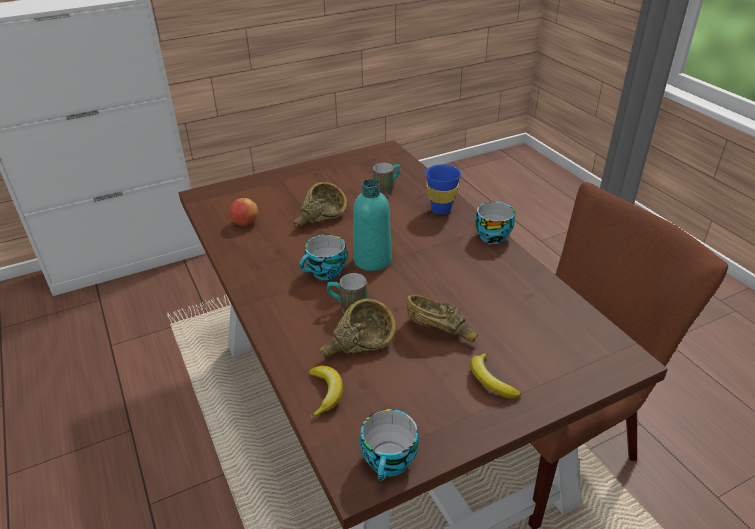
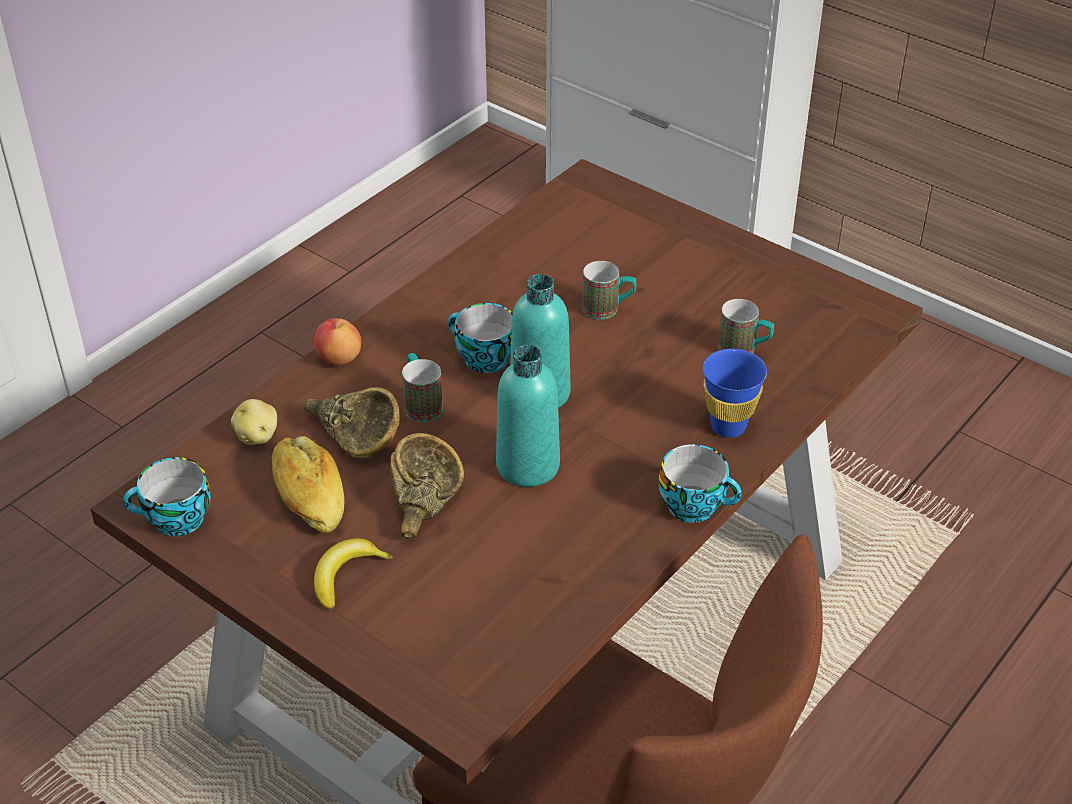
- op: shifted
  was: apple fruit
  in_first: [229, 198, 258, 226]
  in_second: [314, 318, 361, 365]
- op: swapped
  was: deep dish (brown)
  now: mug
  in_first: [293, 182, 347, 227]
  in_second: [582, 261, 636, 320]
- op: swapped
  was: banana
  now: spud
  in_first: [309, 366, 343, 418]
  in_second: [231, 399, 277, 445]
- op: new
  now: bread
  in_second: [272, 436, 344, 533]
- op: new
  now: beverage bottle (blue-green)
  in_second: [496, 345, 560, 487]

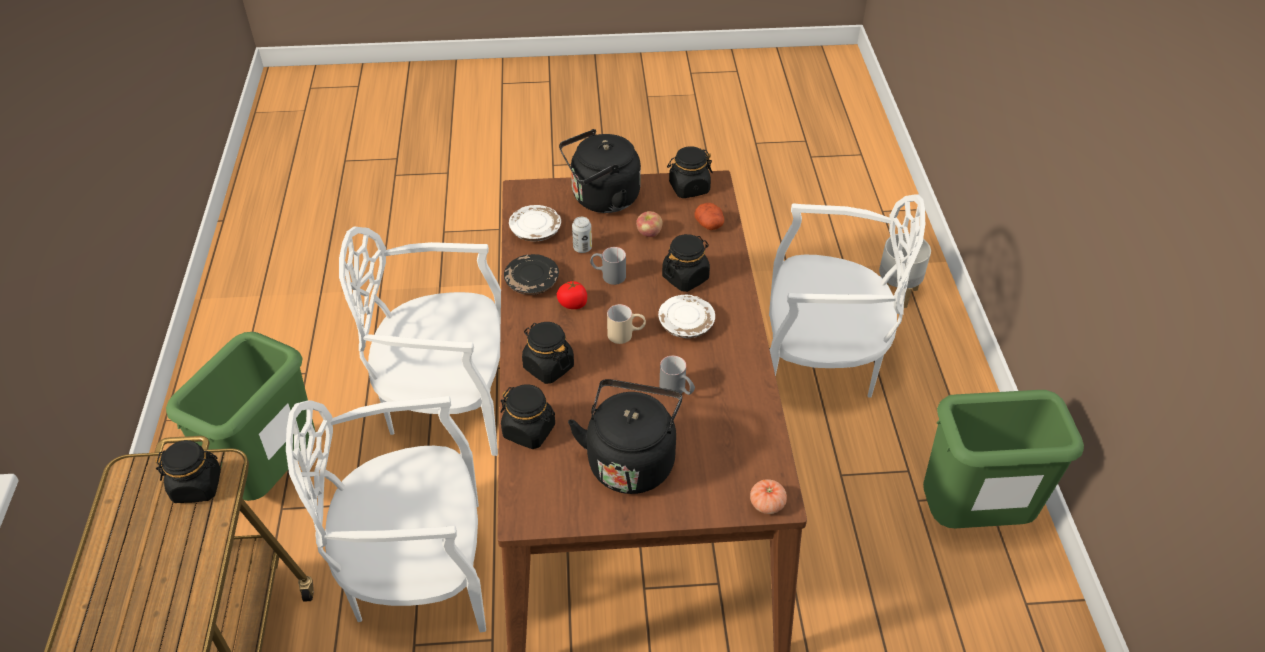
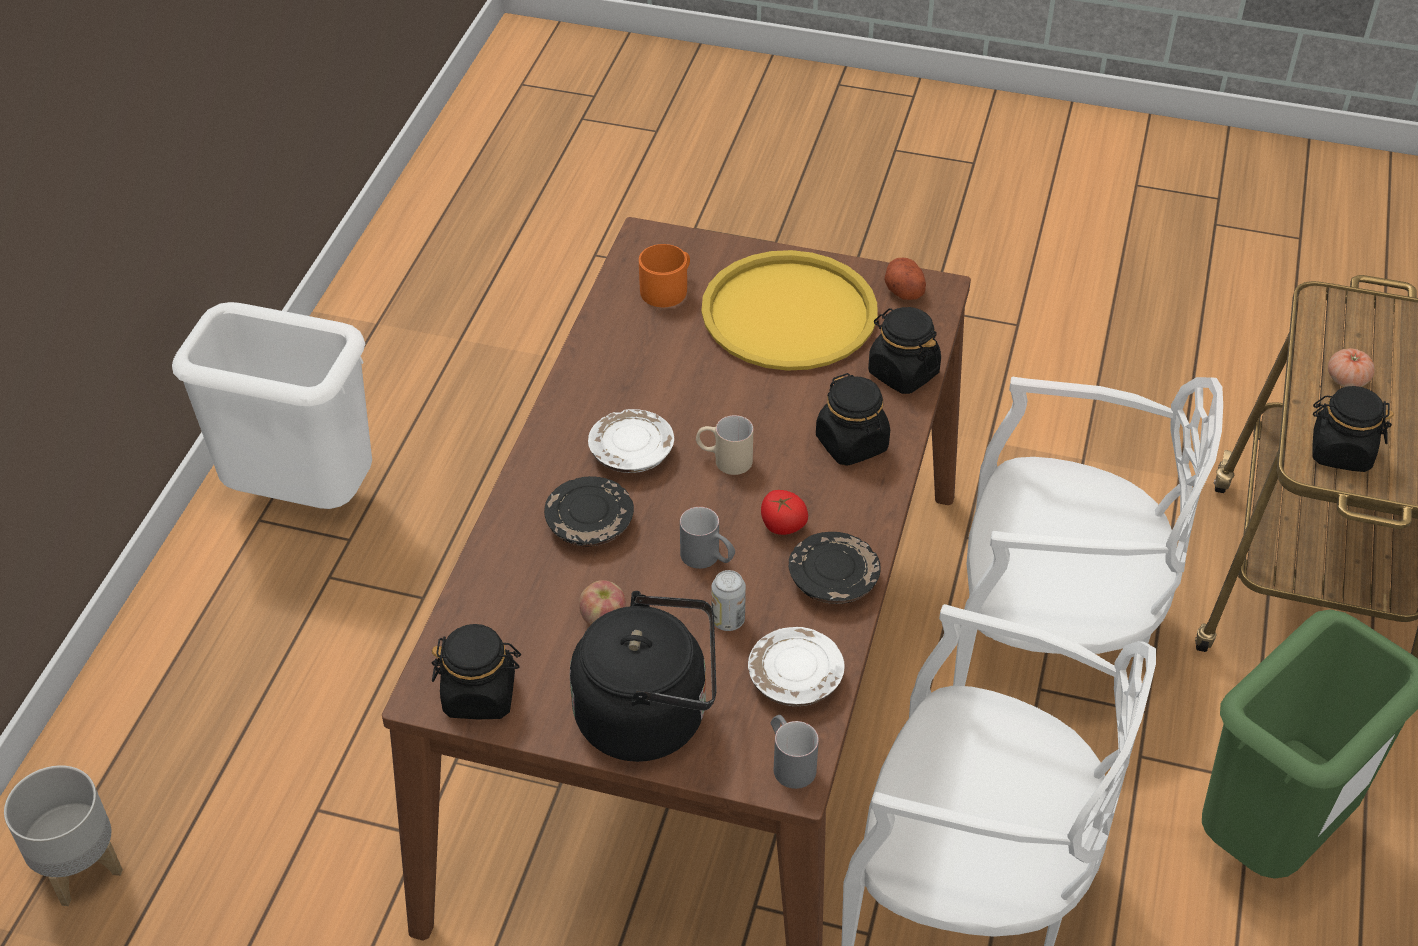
- op: swapped
  was: kettle (black)
  now: serving tray (yellow-coloured)
  in_first: [568, 379, 682, 494]
  in_second: [701, 250, 877, 371]
- op: shifted
  was: mug (gray)
  in_first: [659, 356, 695, 397]
  in_second: [771, 715, 819, 789]
- op: swapped
  was: preserve jar (black)
  now: dinner plate (black)
  in_first: [662, 234, 710, 292]
  in_second: [544, 476, 634, 546]
- op: shifted
  was: spud
  in_first: [694, 203, 724, 230]
  in_second: [884, 258, 926, 300]
- op: shifted
  was: whole tomato
  in_first: [750, 479, 787, 514]
  in_second: [1328, 348, 1375, 387]
- op: gone
  was: plain chair (white)
  in_first: [769, 195, 925, 398]
- op: repainted
  was: waste bin (greenish)
  now: waste bin (white)
  in_first: [923, 390, 1084, 528]
  in_second: [172, 302, 372, 509]
- op: new
  now: mug (orange)
  in_second: [639, 244, 690, 307]

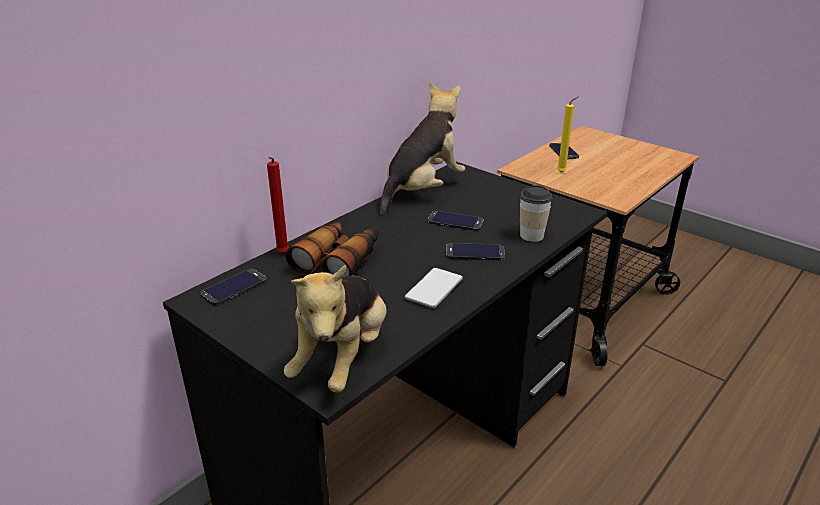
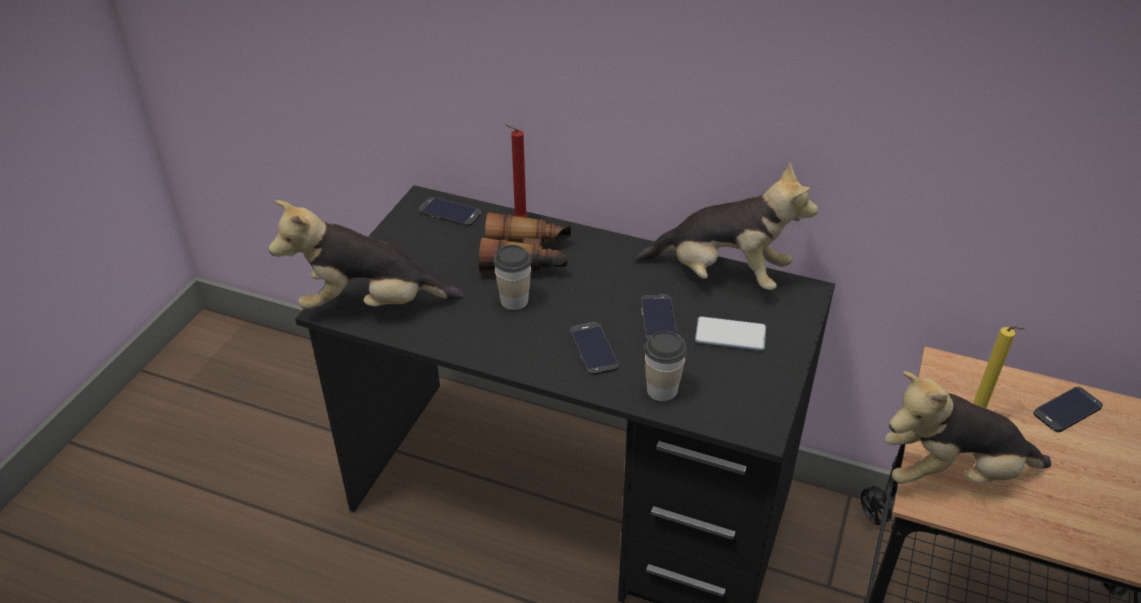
- op: shifted
  was: telephone
  in_first: [405, 268, 463, 308]
  in_second: [695, 316, 766, 351]
- op: new
  now: small cup
  in_second: [493, 245, 532, 310]
- op: new
  now: plush toy
  in_second: [885, 371, 1051, 484]

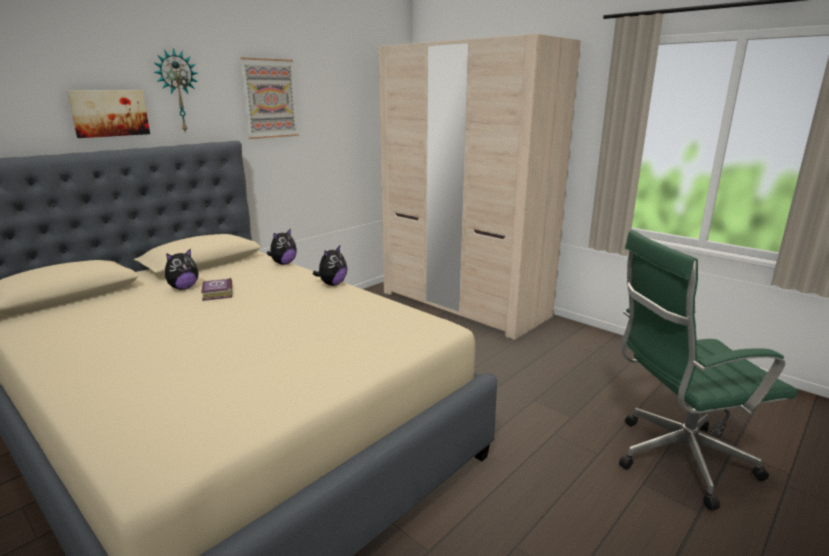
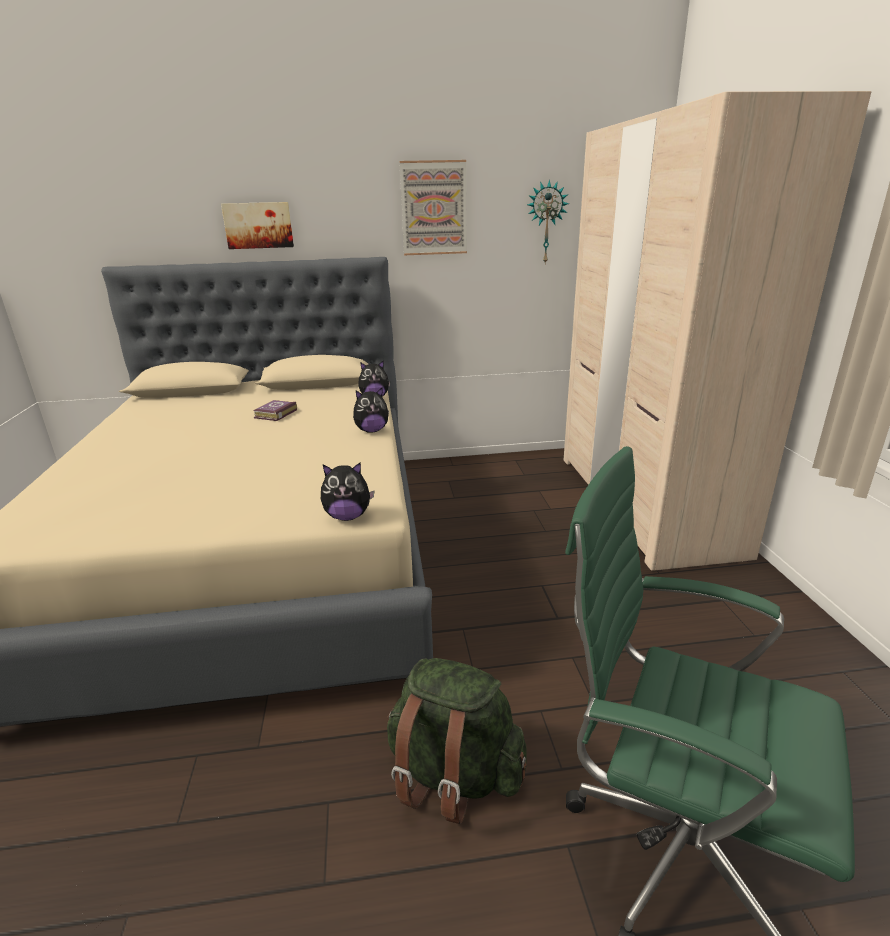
- op: shifted
  was: clock on the wall
  in_first: [154, 48, 198, 134]
  in_second: [527, 179, 569, 263]
- op: shifted
  was: plush toy
  in_first: [165, 249, 199, 290]
  in_second: [321, 463, 375, 521]
- op: new
  now: knapsack (greenish)
  in_second: [387, 658, 527, 824]

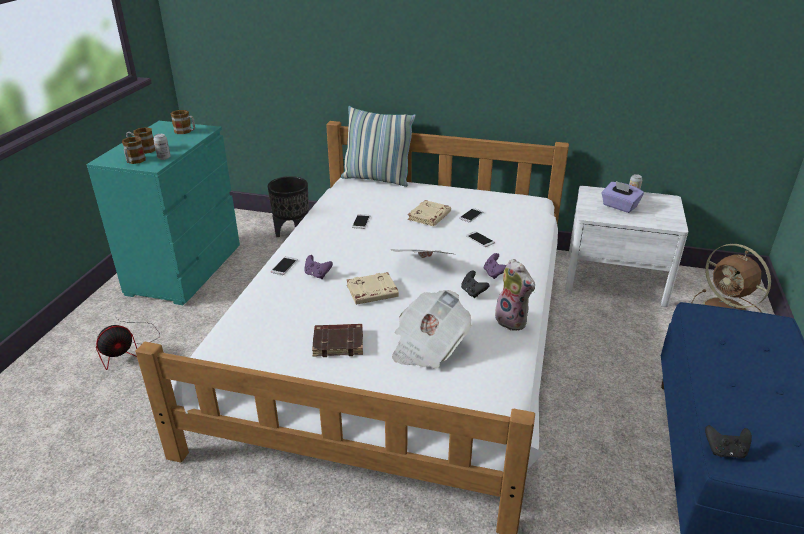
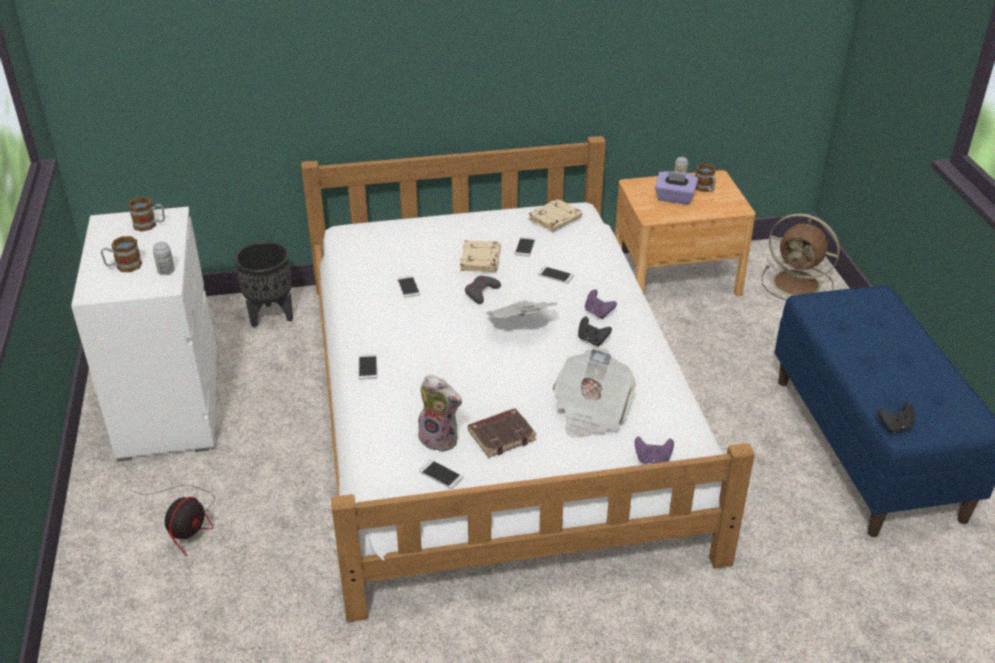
- op: repainted
  was: dresser (blue-green)
  now: dresser (white)
  in_first: [86, 121, 240, 305]
  in_second: [71, 207, 217, 462]
- op: shifted
  was: mug
  in_first: [122, 137, 146, 164]
  in_second: [695, 164, 716, 192]
- op: shifted
  was: gamepad (purple-coloured)
  in_first: [304, 255, 333, 279]
  in_second: [635, 436, 674, 464]
- op: gone
  was: pillow
  in_first: [341, 106, 416, 187]
- op: shifted
  was: volume (sand-coloured)
  in_first: [347, 272, 399, 305]
  in_second: [529, 199, 582, 232]
- op: shifted
  was: plush toy
  in_first: [495, 259, 535, 331]
  in_second: [418, 375, 462, 452]
- op: repainted
  was: nightstand (white)
  now: nightstand (brown)
  in_first: [565, 186, 688, 307]
  in_second: [615, 170, 756, 296]
- op: new
  now: telephone
  in_second: [419, 460, 463, 489]
- op: new
  now: gamepad (gray)
  in_second: [465, 276, 501, 304]

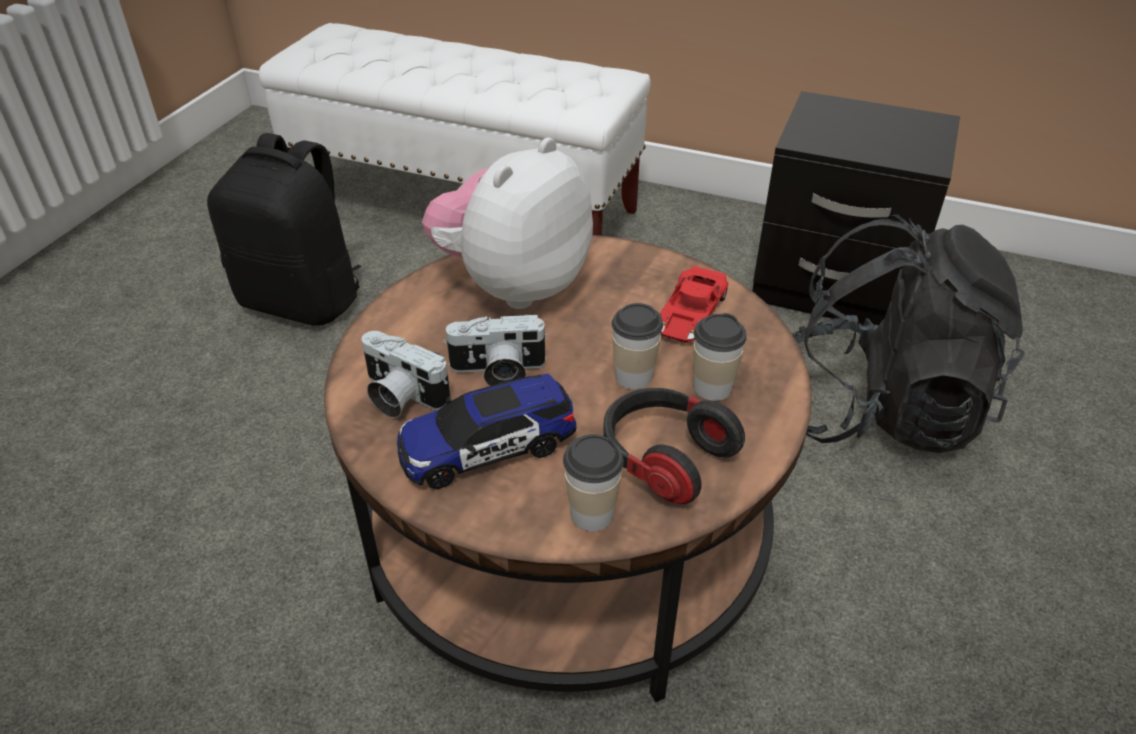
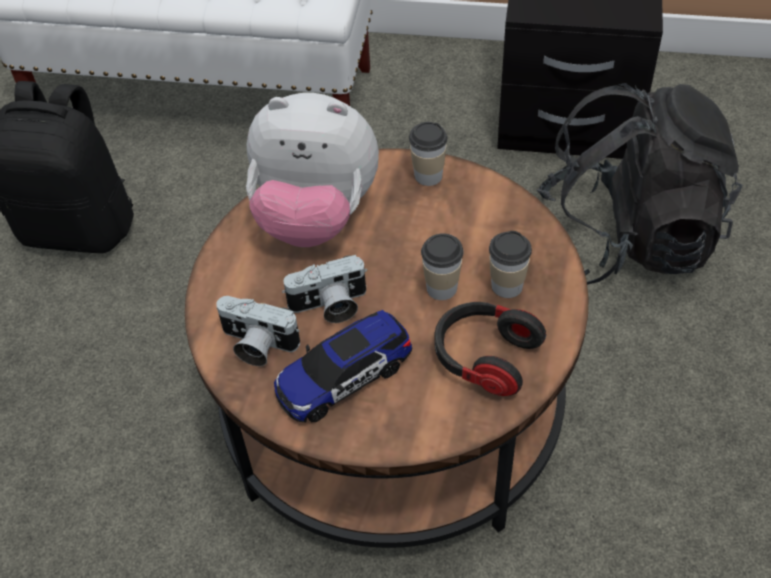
- op: rotated
  was: plush toy
  in_first: [422, 137, 593, 309]
  in_second: [246, 93, 379, 247]
  clockwise: -105
- op: shifted
  was: small cup
  in_first: [563, 434, 624, 531]
  in_second: [409, 122, 447, 186]
- op: gone
  was: toy car (red)
  in_first: [660, 266, 728, 343]

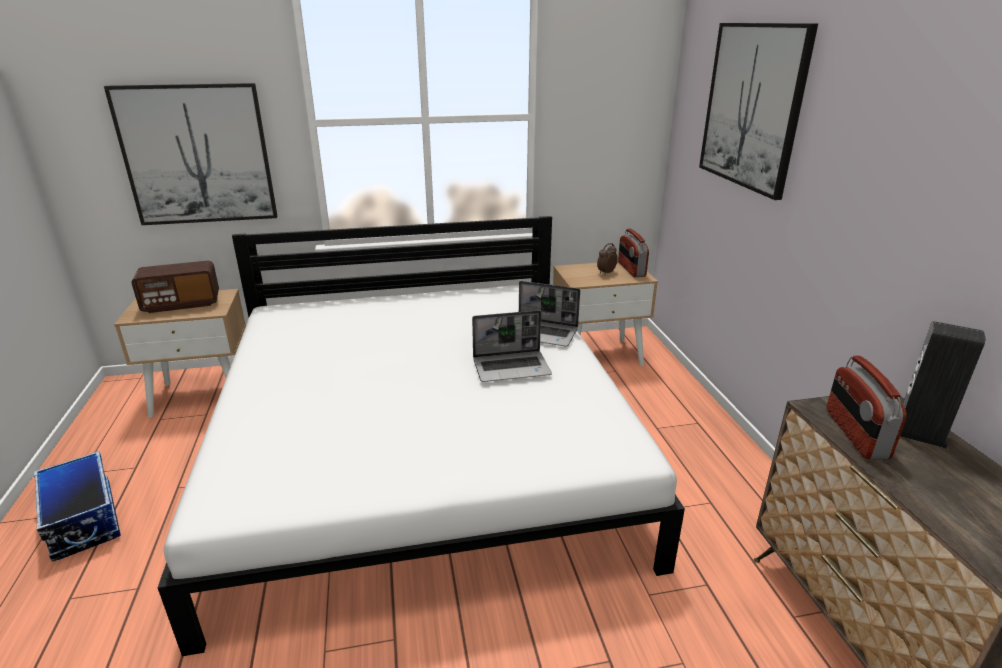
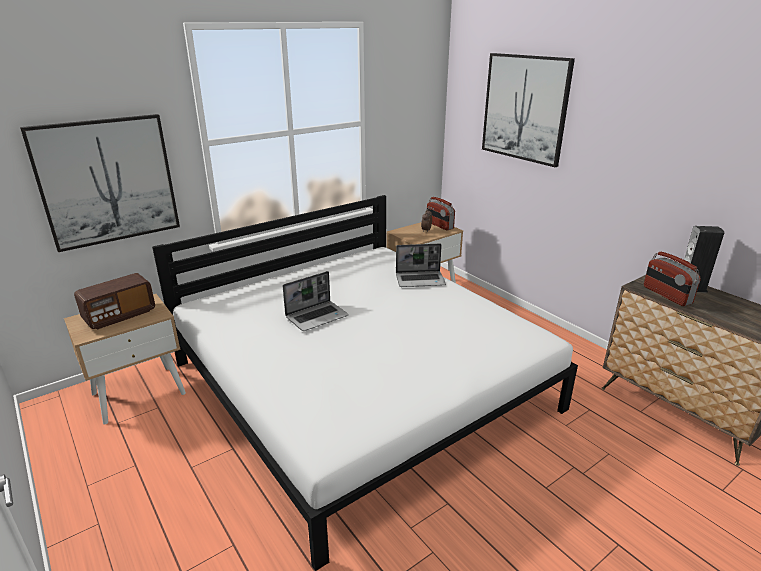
- op: gone
  was: storage container
  in_first: [34, 451, 121, 562]
- op: shifted
  was: notebook computer
  in_first: [472, 310, 552, 382]
  in_second: [283, 271, 348, 331]

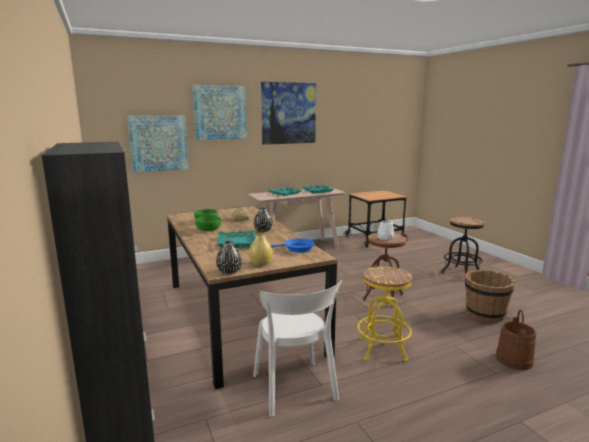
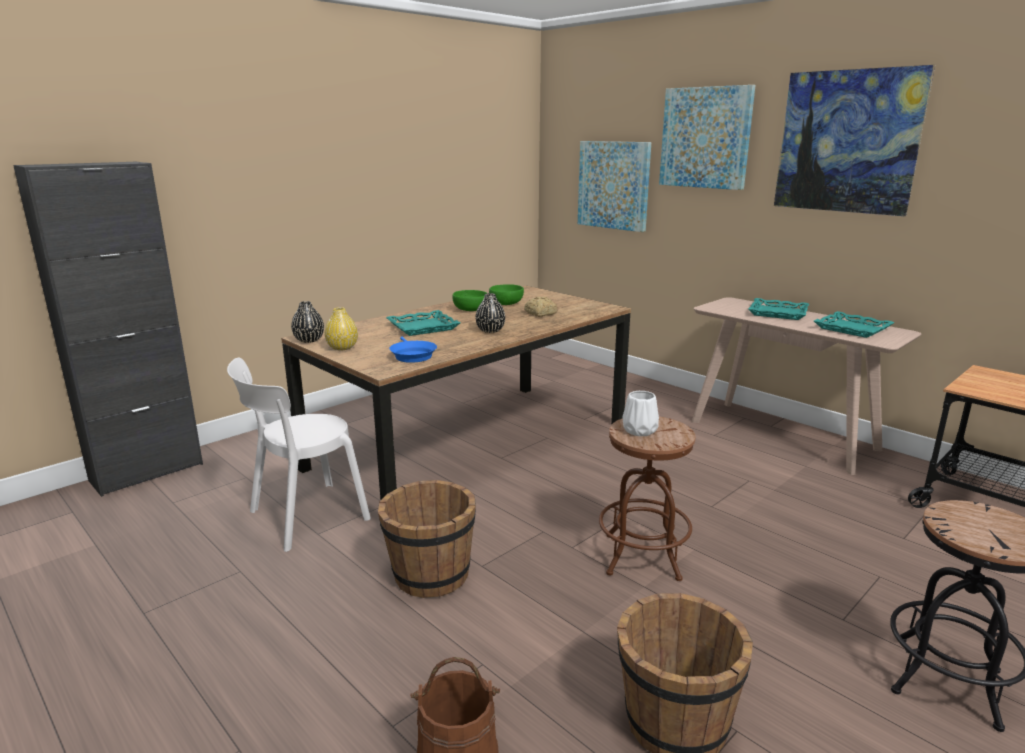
- op: swapped
  was: stool seat (yellow-coloured)
  now: bucket (brown)
  in_first: [357, 266, 412, 362]
  in_second: [378, 480, 476, 598]

